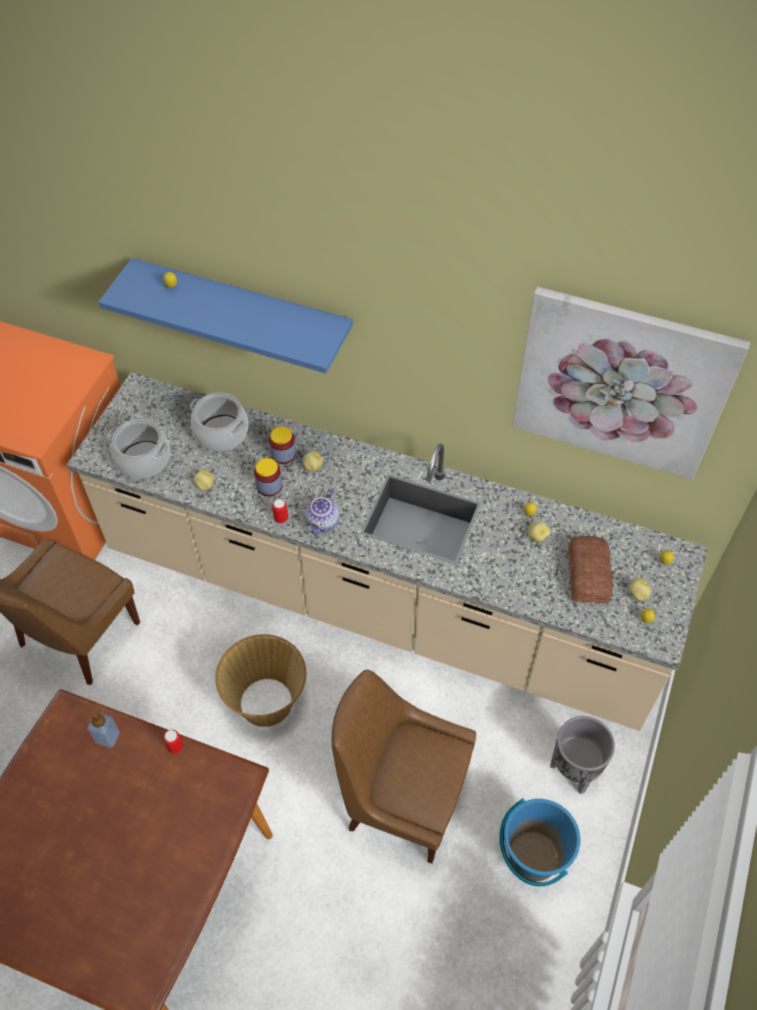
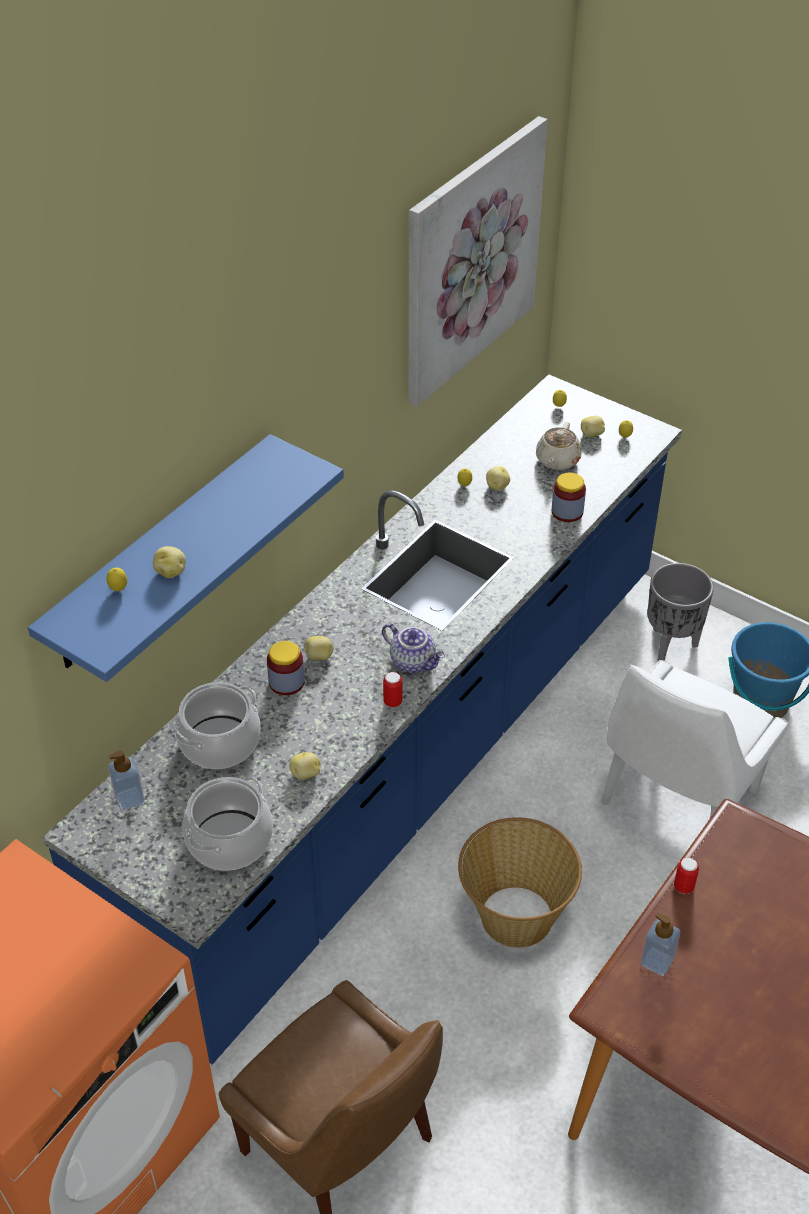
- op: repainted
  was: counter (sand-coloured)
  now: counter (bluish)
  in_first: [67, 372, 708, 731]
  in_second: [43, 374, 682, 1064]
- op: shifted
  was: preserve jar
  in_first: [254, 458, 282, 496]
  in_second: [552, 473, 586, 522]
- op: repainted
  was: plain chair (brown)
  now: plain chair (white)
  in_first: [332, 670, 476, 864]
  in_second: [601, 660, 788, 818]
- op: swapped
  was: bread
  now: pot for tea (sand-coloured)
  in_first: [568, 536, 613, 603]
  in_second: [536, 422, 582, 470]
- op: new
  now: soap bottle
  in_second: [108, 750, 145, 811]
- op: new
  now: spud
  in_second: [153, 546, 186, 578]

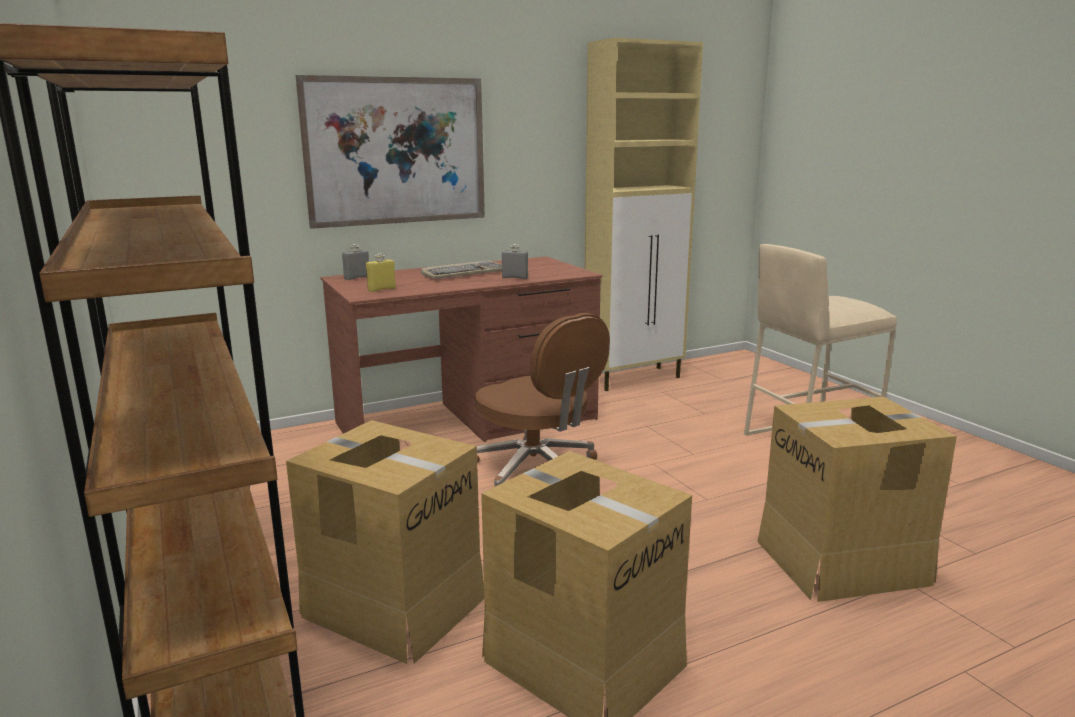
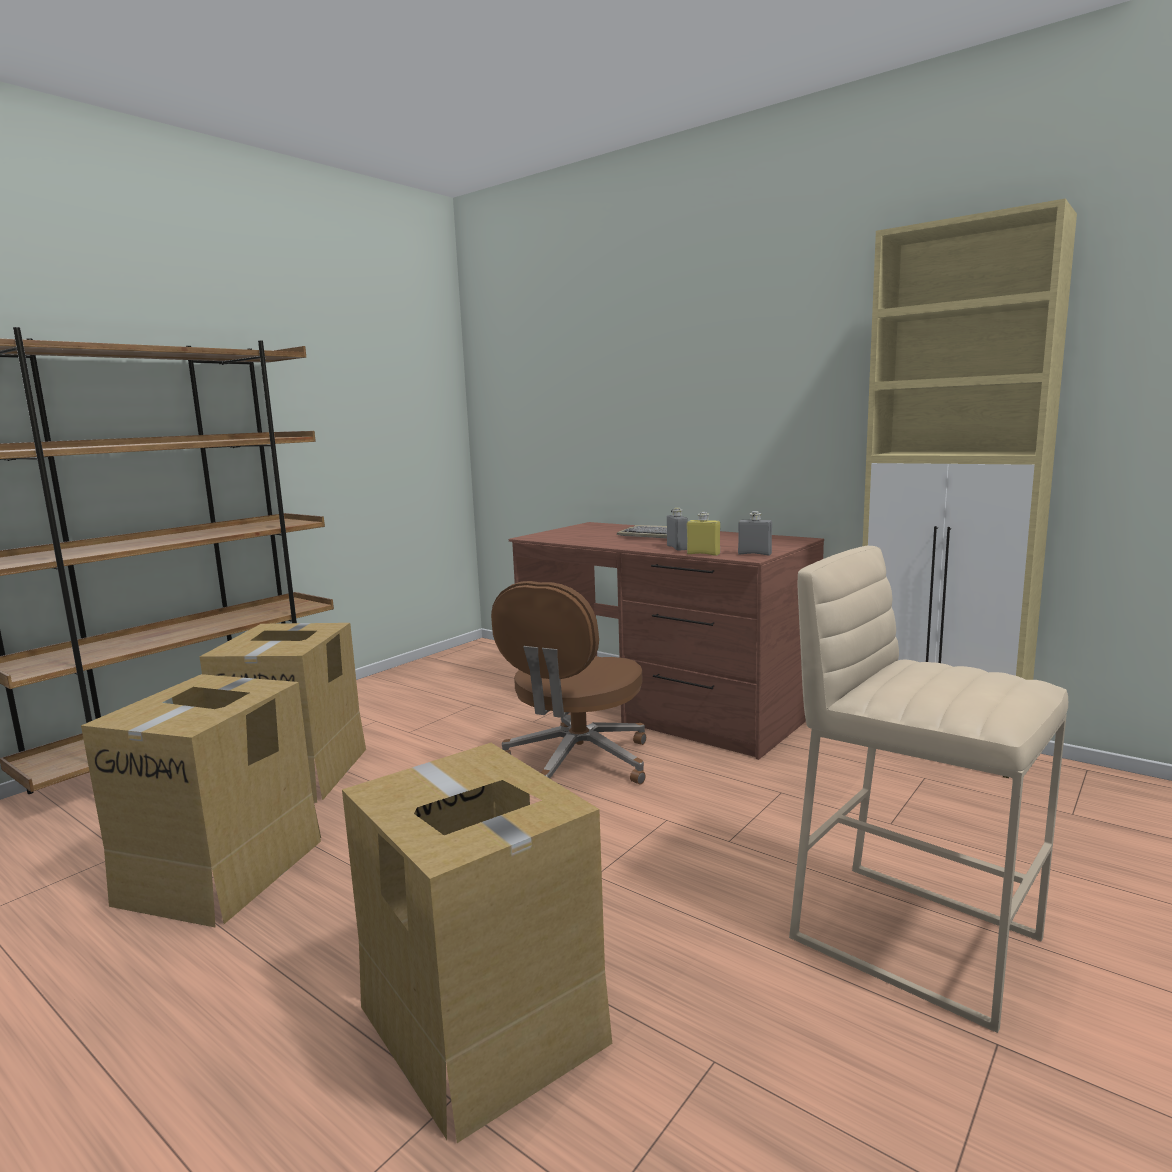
- op: gone
  was: picture
  in_first: [295, 75, 485, 229]
- op: shifted
  was: beverage bottle (gray)
  in_first: [342, 244, 369, 280]
  in_second: [738, 511, 772, 556]
- op: shifted
  was: beverage bottle (yellow-coloured)
  in_first: [366, 253, 396, 292]
  in_second: [687, 512, 720, 556]

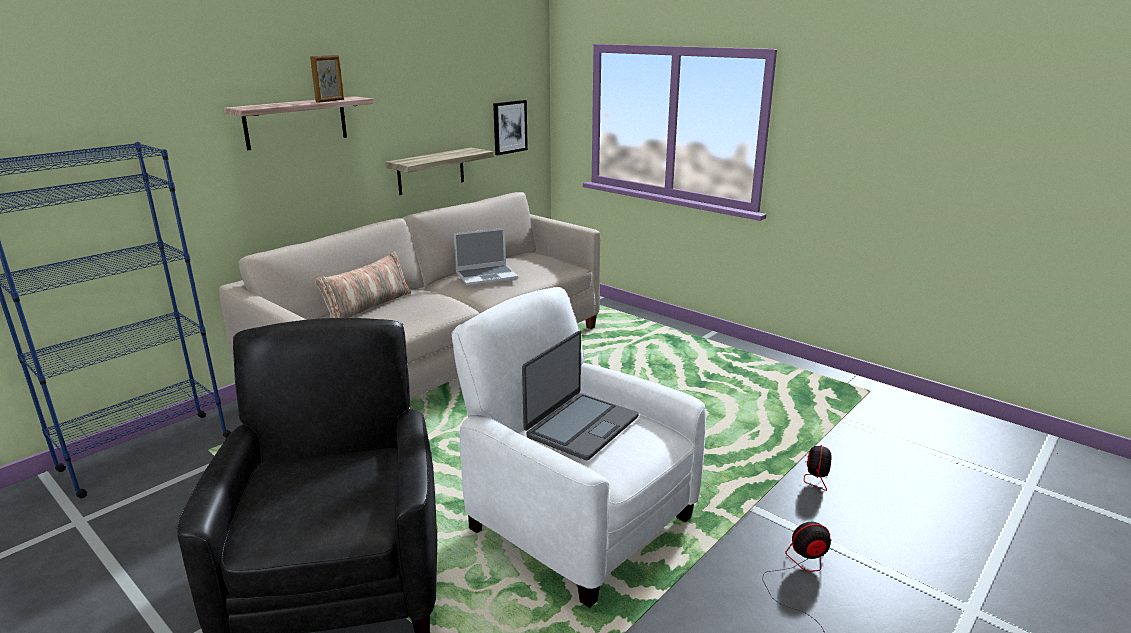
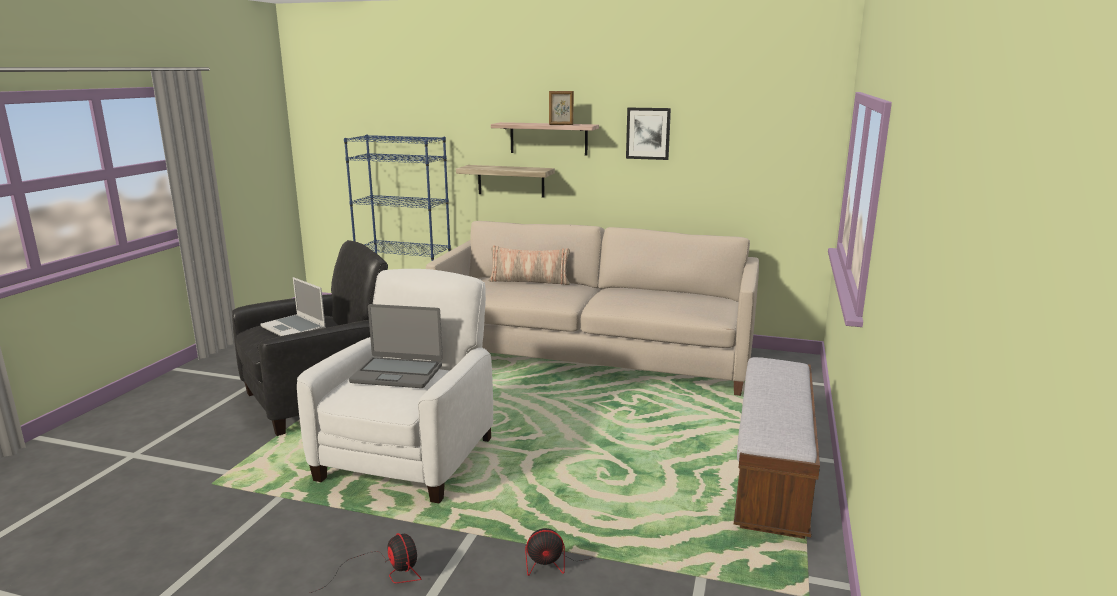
- op: shifted
  was: shelf
  in_first: [385, 148, 494, 195]
  in_second: [456, 165, 555, 198]
- op: shifted
  was: notebook computer
  in_first: [454, 228, 518, 286]
  in_second: [260, 277, 326, 336]
- op: shifted
  was: picture
  in_first: [493, 100, 528, 155]
  in_second: [626, 108, 671, 160]
- op: new
  now: long seat
  in_second: [734, 357, 820, 539]

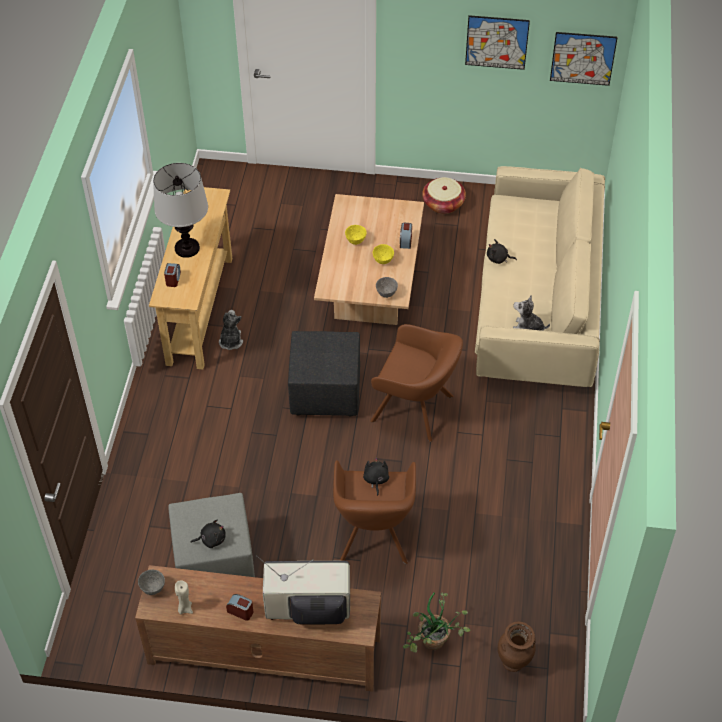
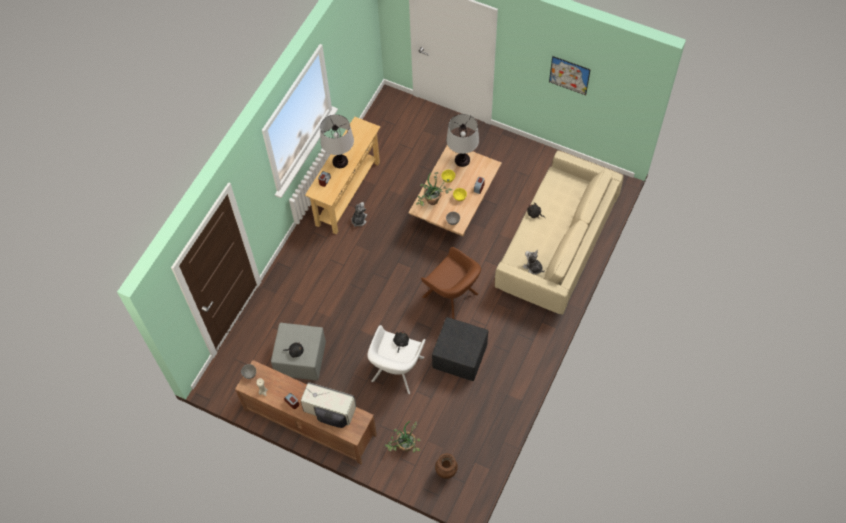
- op: shifted
  was: footrest (black)
  in_first: [288, 331, 360, 416]
  in_second: [432, 317, 488, 381]
- op: repainted
  was: armchair (brown)
  now: armchair (white)
  in_first: [333, 460, 416, 564]
  in_second: [367, 325, 425, 394]
- op: gone
  was: household basket
  in_first: [422, 177, 466, 214]
- op: gone
  was: picture
  in_first: [550, 32, 618, 86]
- op: new
  now: houseplant
  in_second: [416, 172, 452, 206]
- op: new
  now: table lamp
  in_second: [446, 114, 479, 167]

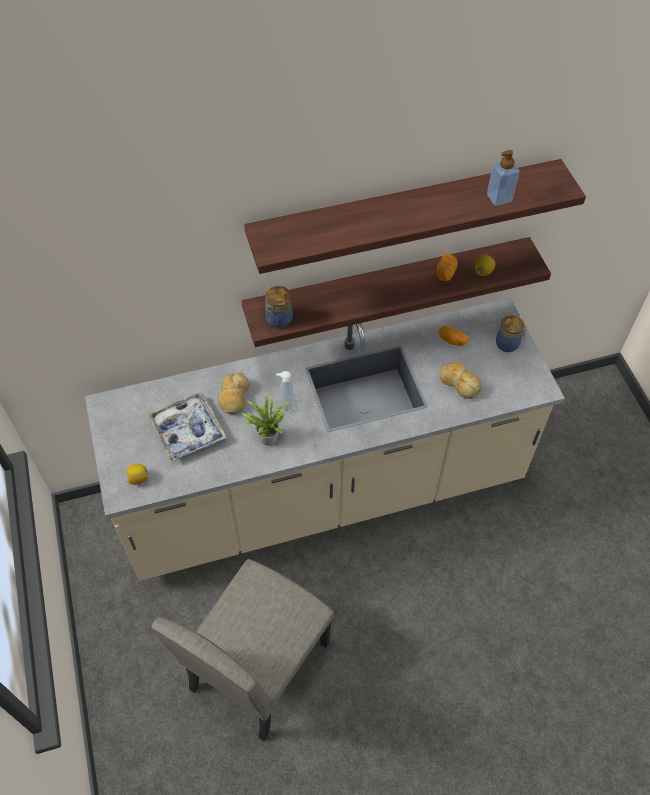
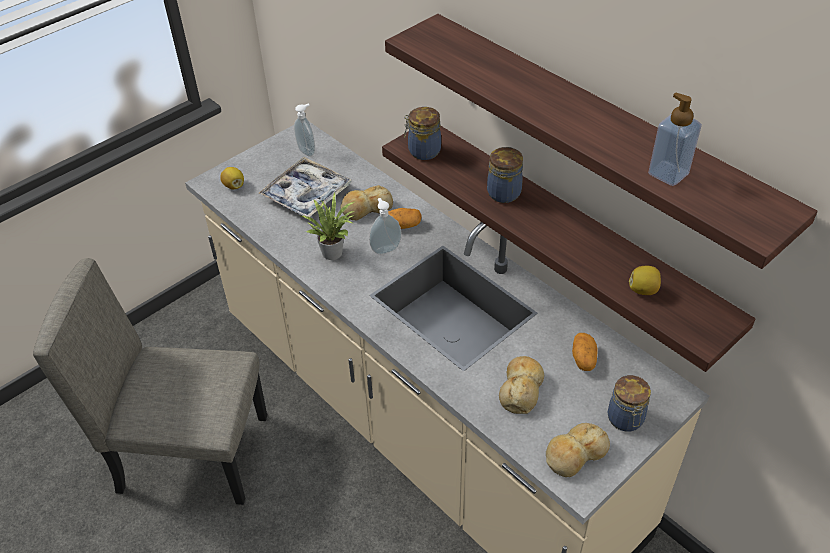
- op: shifted
  was: spud
  in_first: [437, 253, 458, 281]
  in_second: [388, 208, 422, 229]
- op: new
  now: soap bottle
  in_second: [294, 104, 315, 157]
- op: new
  now: preserve jar
  in_second: [487, 147, 523, 203]
- op: new
  now: bread
  in_second: [546, 423, 610, 477]

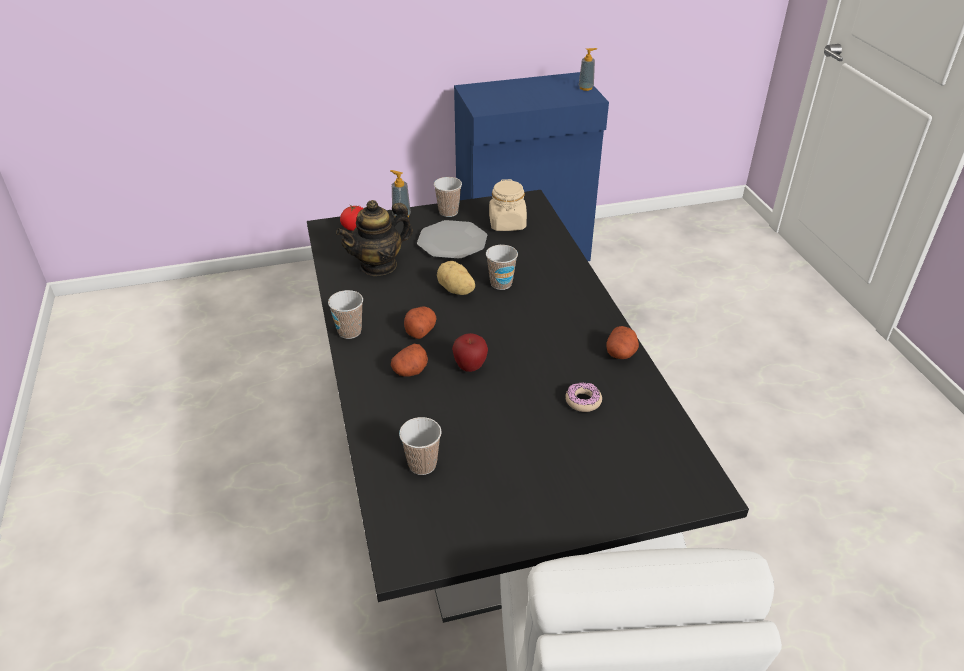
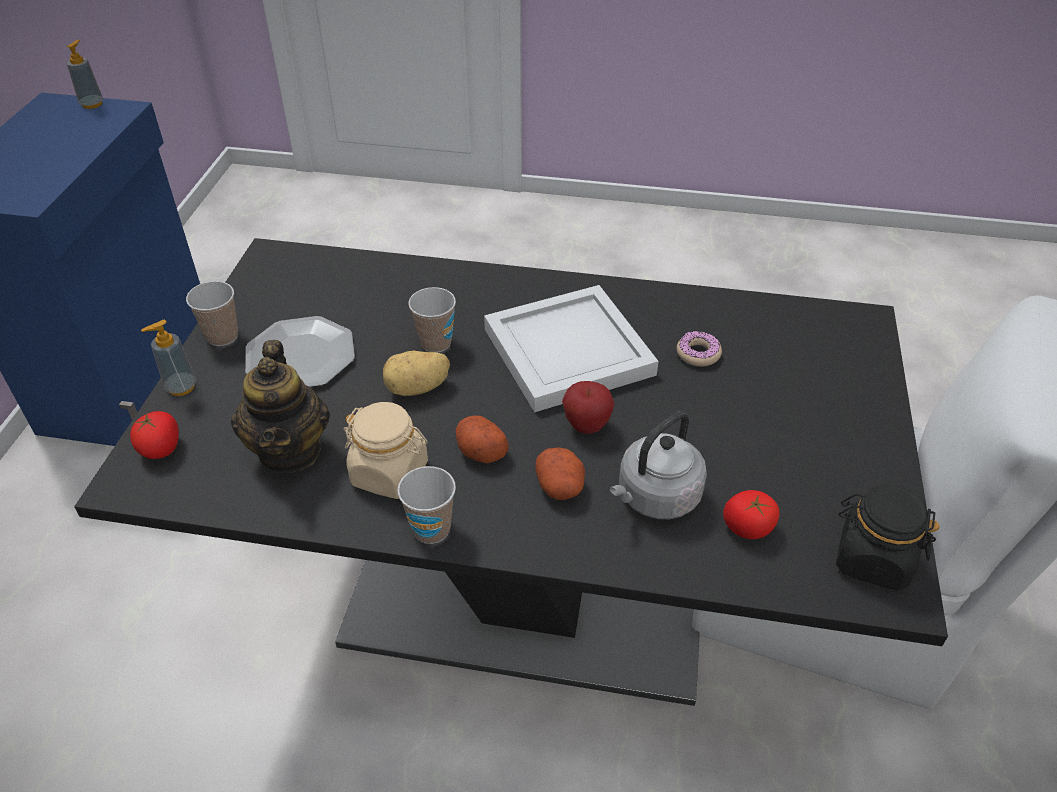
- op: swapped
  was: small cup
  now: whole tomato
  in_first: [399, 417, 442, 475]
  in_second: [723, 490, 779, 539]
- op: shifted
  was: preserve jar (sand-coloured)
  in_first: [489, 179, 527, 231]
  in_second: [344, 402, 428, 499]
- op: gone
  was: spud
  in_first: [606, 326, 639, 359]
- op: new
  now: serving tray (white)
  in_second: [484, 285, 659, 412]
- op: new
  now: kettle (gray)
  in_second: [610, 411, 707, 519]
- op: new
  now: preserve jar (black)
  in_second: [836, 485, 940, 591]

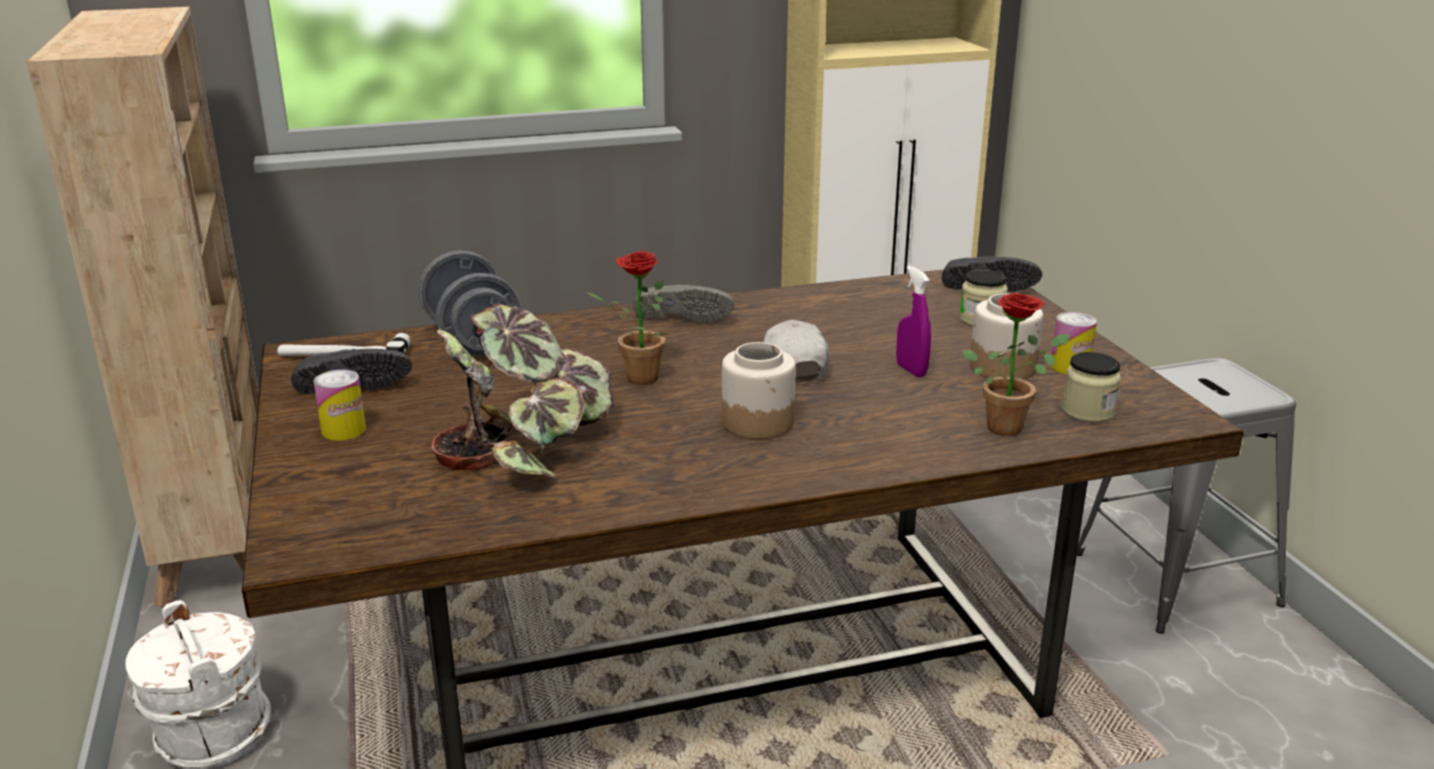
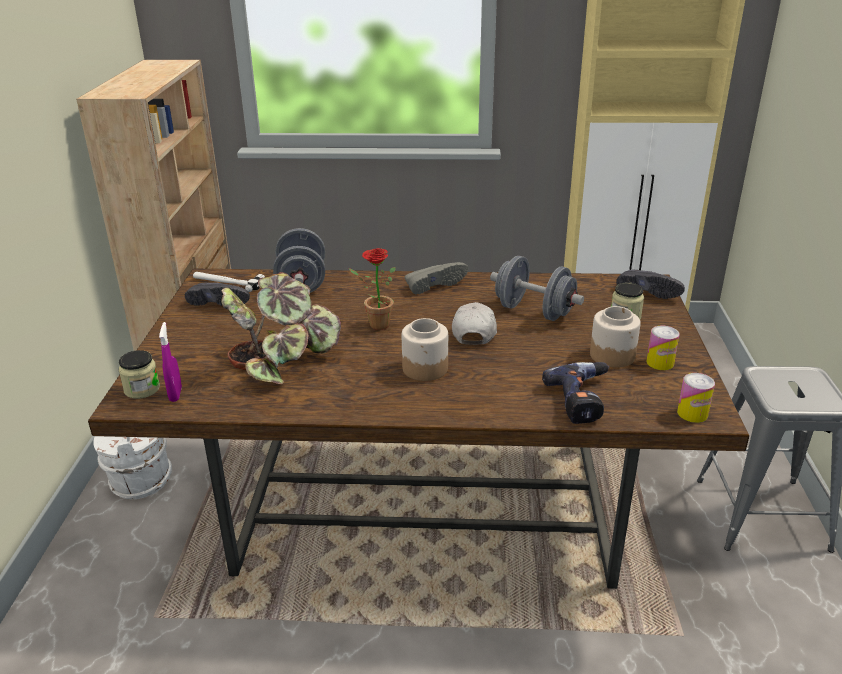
- op: shifted
  was: sealed can
  in_first: [313, 370, 366, 441]
  in_second: [677, 373, 715, 423]
- op: rotated
  was: low shoe (gray)
  in_first: [633, 285, 734, 323]
  in_second: [405, 262, 468, 294]
  clockwise: -60
- op: shifted
  was: hand sprayer (purple-coloured)
  in_first: [896, 266, 931, 377]
  in_second: [159, 322, 182, 402]
- op: swapped
  was: houseplant
  now: drill
  in_first: [962, 293, 1070, 436]
  in_second: [542, 362, 609, 424]
- op: shifted
  was: preserve jar
  in_first: [1062, 352, 1121, 422]
  in_second: [119, 350, 160, 399]
- op: new
  now: free weight (gray)
  in_second: [490, 256, 584, 321]

